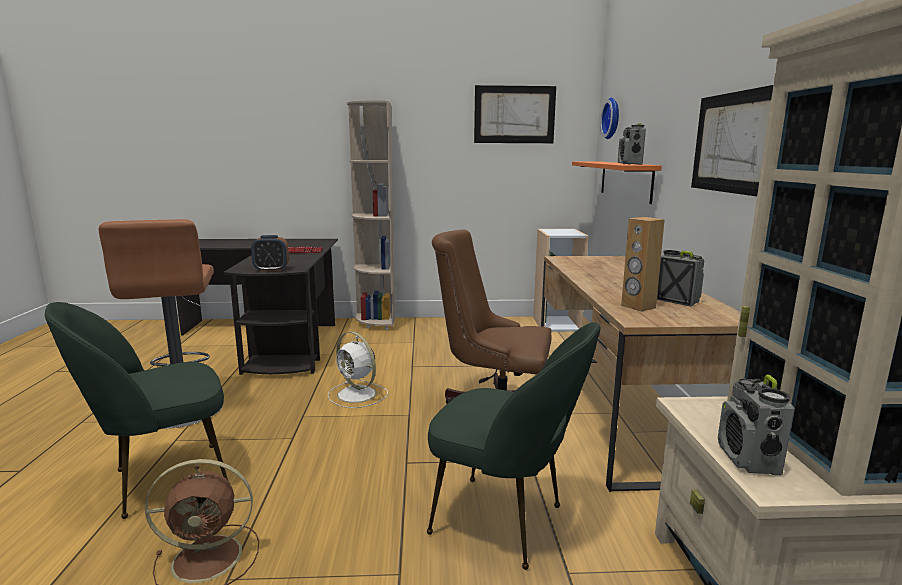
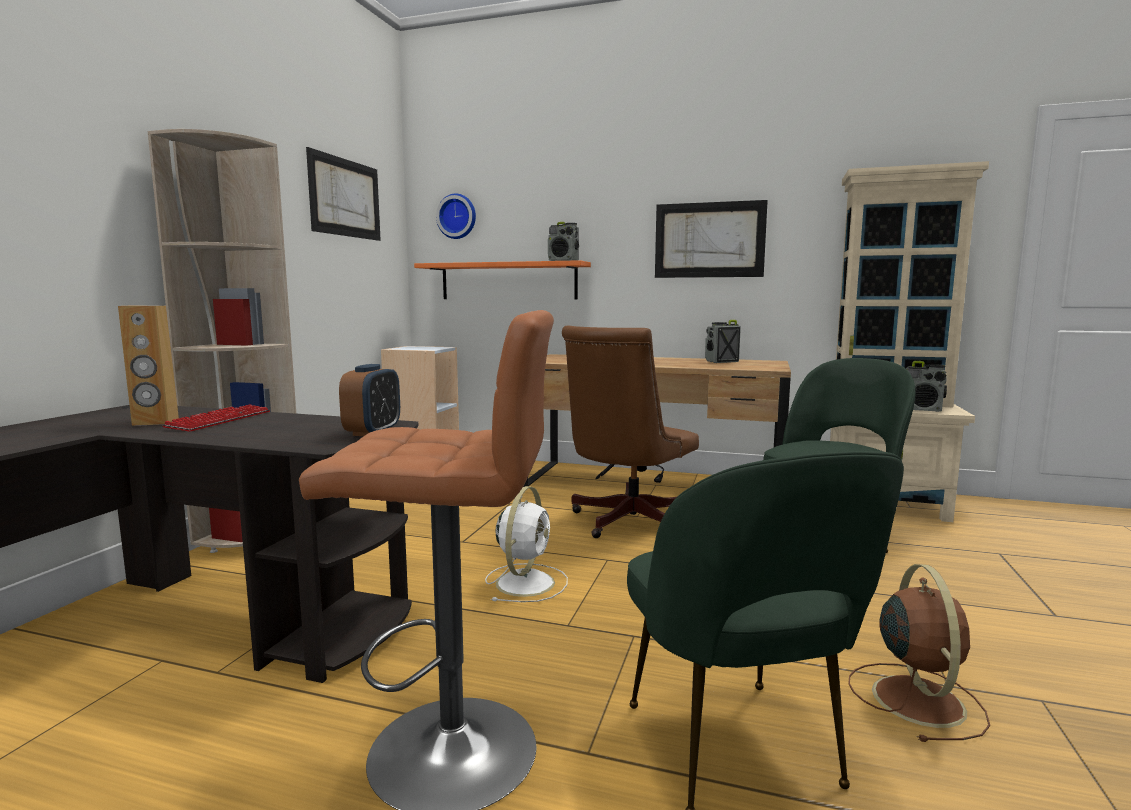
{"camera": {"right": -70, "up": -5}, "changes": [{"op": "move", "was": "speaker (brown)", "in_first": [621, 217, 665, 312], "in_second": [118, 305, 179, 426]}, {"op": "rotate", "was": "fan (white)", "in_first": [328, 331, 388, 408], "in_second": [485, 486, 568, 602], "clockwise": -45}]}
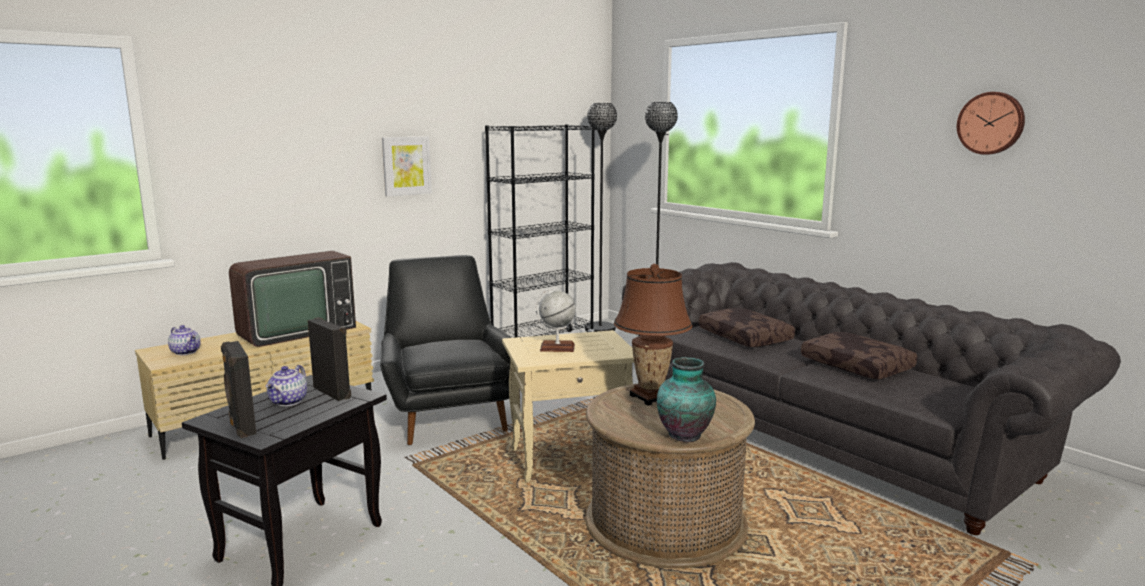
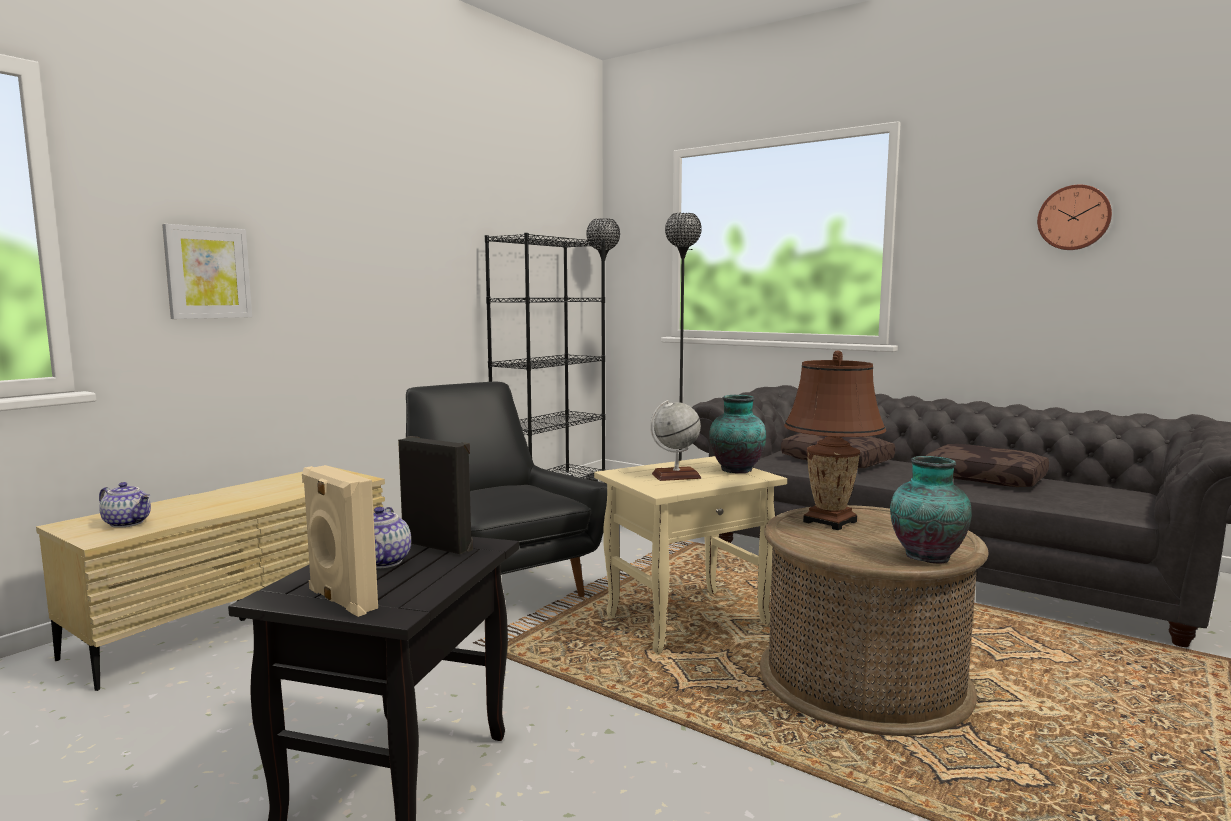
{"camera": {"right": -15, "up": -5}, "changes": [{"op": "delete", "was": "television", "in_first": [229, 251, 356, 347]}, {"op": "insert", "now": "vase", "in_second": [709, 395, 766, 473]}, {"op": "move", "was": "picture", "in_first": [382, 136, 432, 197], "in_second": [162, 224, 252, 319]}, {"op": "recolor", "was": "speaker (black)", "now": "speaker (beige)", "in_first": [221, 341, 256, 438], "in_second": [302, 465, 378, 617]}]}
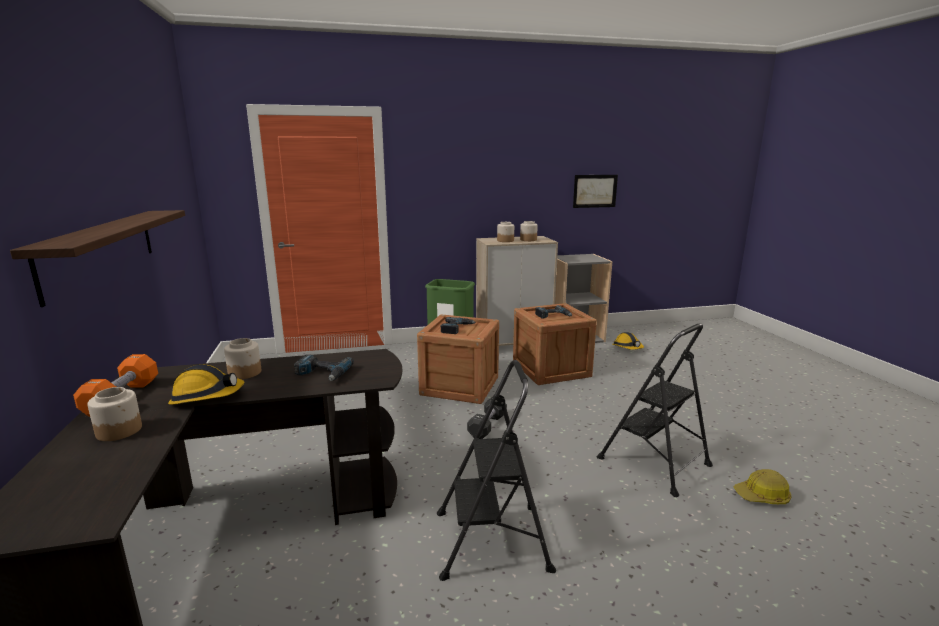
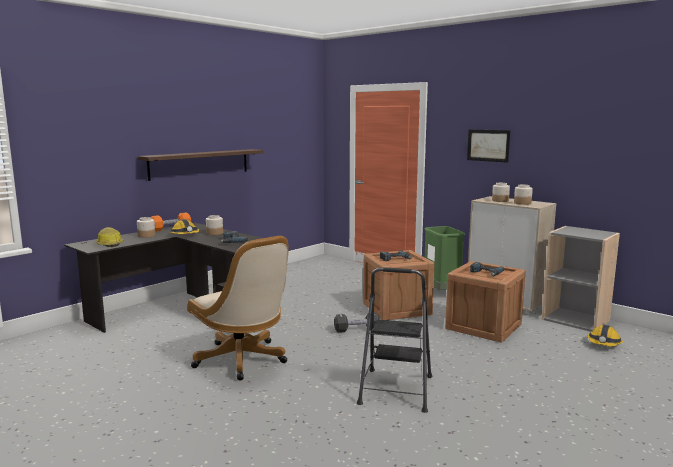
{"camera": {"right": 55, "up": -5}, "changes": [{"op": "move", "was": "picture", "in_first": [573, 175, 618, 208], "in_second": [467, 129, 510, 163]}, {"op": "move", "was": "hard hat", "in_first": [734, 469, 792, 504], "in_second": [96, 227, 123, 247]}, {"op": "replace", "was": "step ladder (black)", "now": "office chair", "in_first": [437, 360, 556, 581], "in_second": [187, 236, 288, 380]}]}
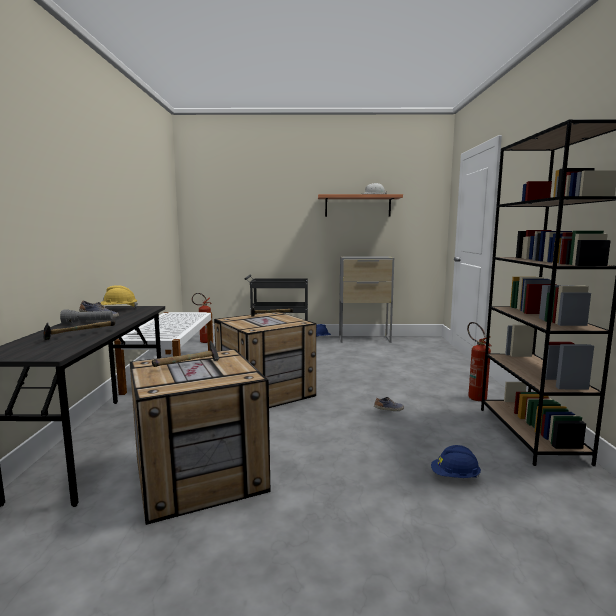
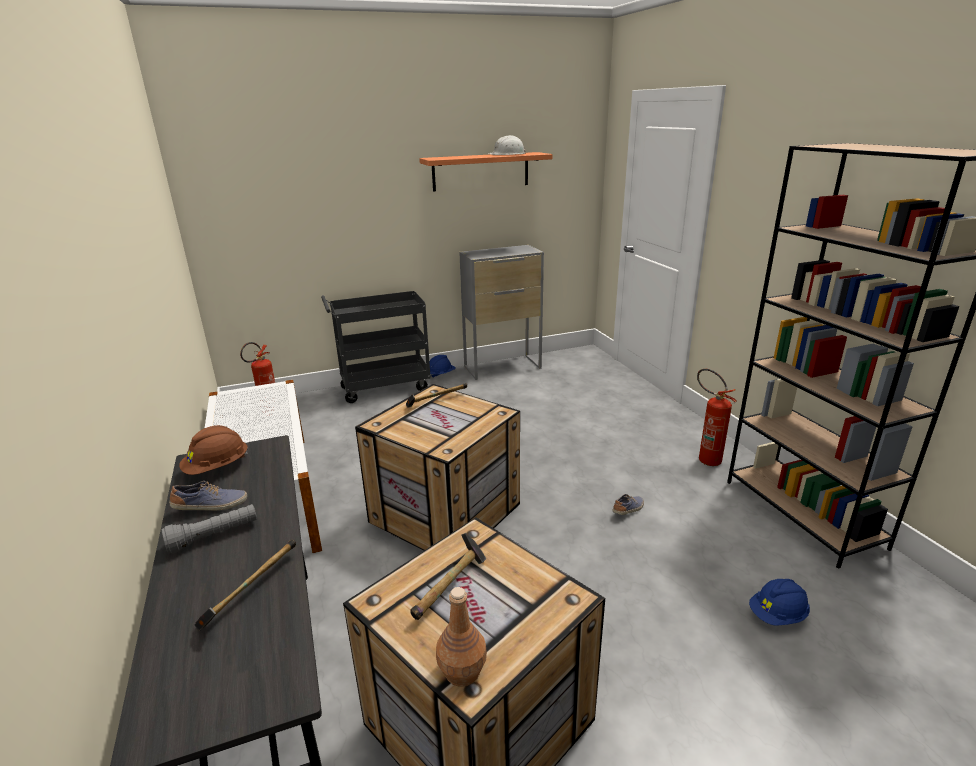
{"camera": {"right": -20, "up": 15}, "changes": [{"op": "insert", "now": "bottle (brown)", "in_second": [436, 587, 487, 687]}, {"op": "recolor", "was": "hard hat (yellow)", "now": "hard hat (brown)", "in_first": [100, 285, 138, 308], "in_second": [179, 425, 248, 475]}]}
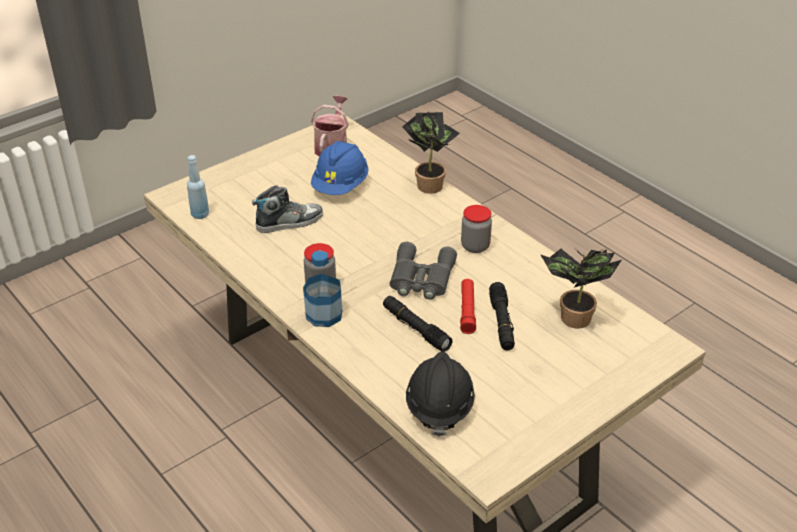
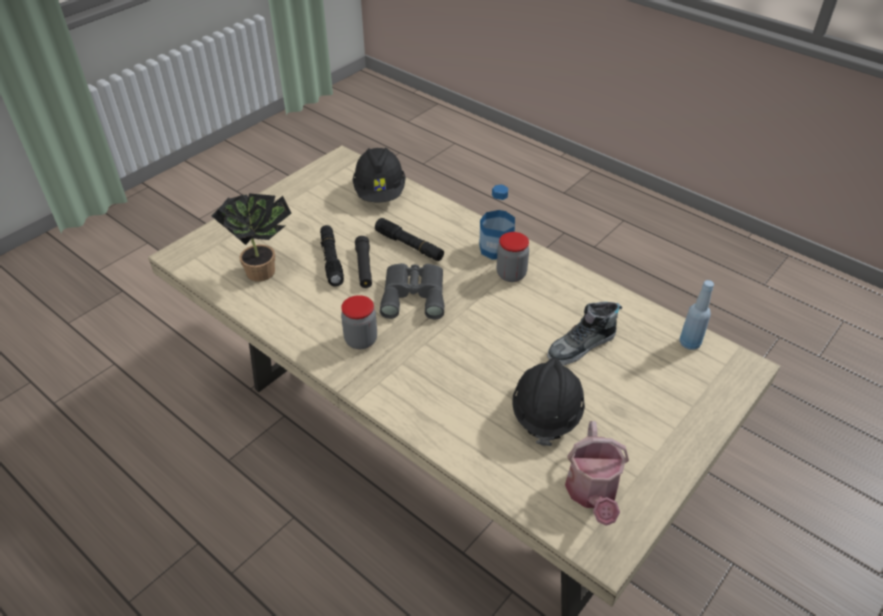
{"camera": {"right": 170, "up": 5}, "changes": [{"op": "delete", "was": "potted plant", "in_first": [402, 112, 460, 194]}, {"op": "recolor", "was": "hard hat (blue)", "now": "hard hat (black)", "in_first": [311, 141, 369, 195], "in_second": [512, 358, 585, 446]}, {"op": "recolor", "was": "flashlight (red)", "now": "flashlight (black)", "in_first": [460, 279, 476, 334], "in_second": [355, 236, 372, 288]}]}
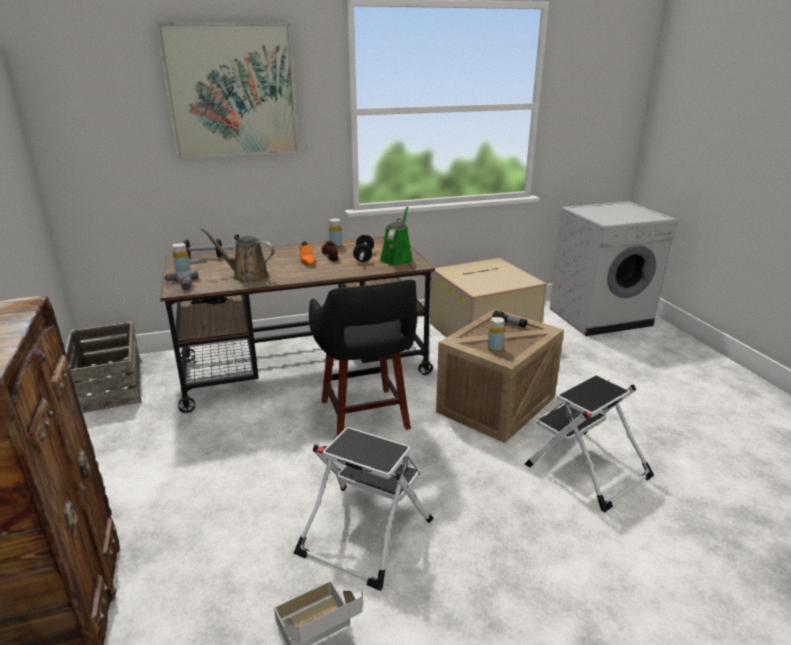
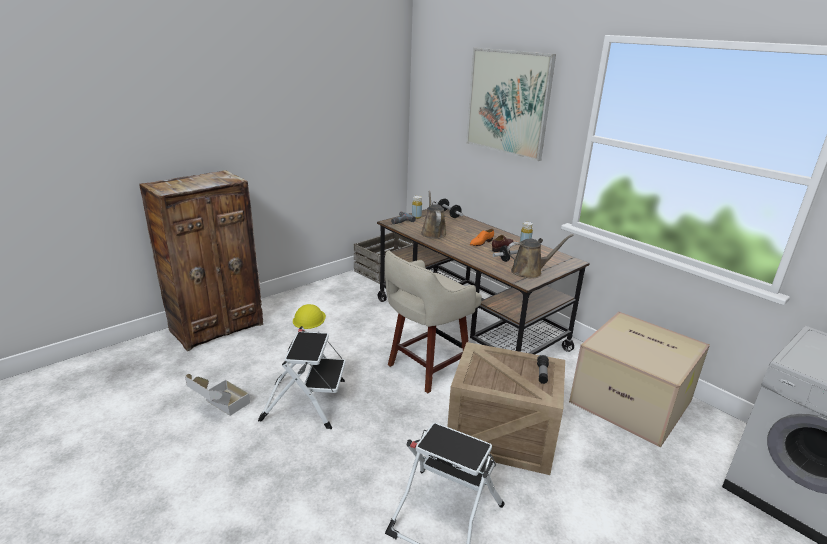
{"camera": {"right": 65, "up": 0}, "changes": [{"op": "delete", "was": "bottle (yellow)", "in_first": [488, 317, 505, 352]}, {"op": "insert", "now": "hard hat (yellow)", "in_second": [293, 304, 326, 329]}, {"op": "recolor", "was": "stool (black)", "now": "stool (beige)", "in_first": [309, 280, 417, 435], "in_second": [385, 250, 482, 393]}, {"op": "recolor", "was": "watering can (green)", "now": "watering can (brown)", "in_first": [380, 207, 413, 265], "in_second": [507, 234, 573, 279]}]}
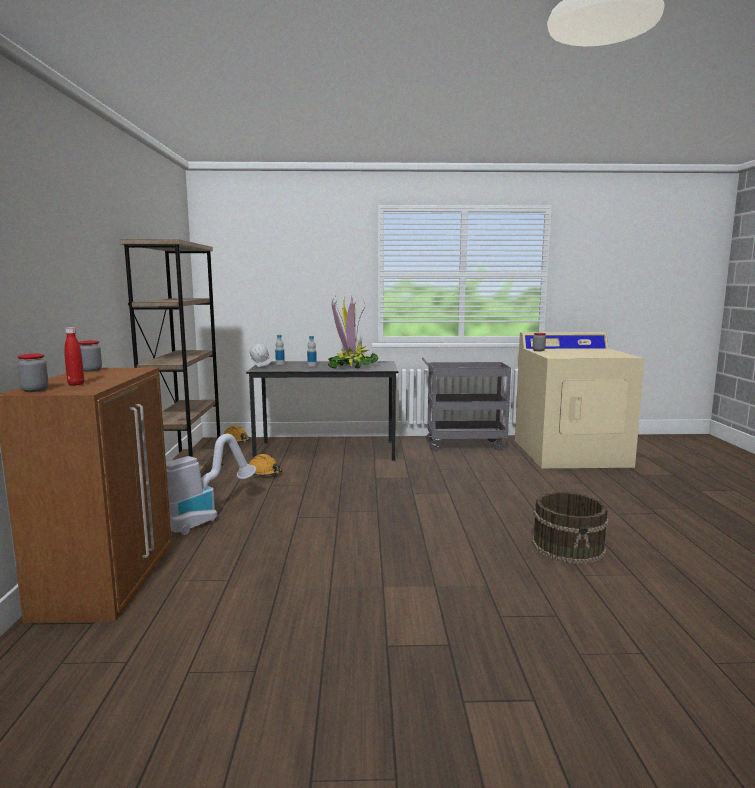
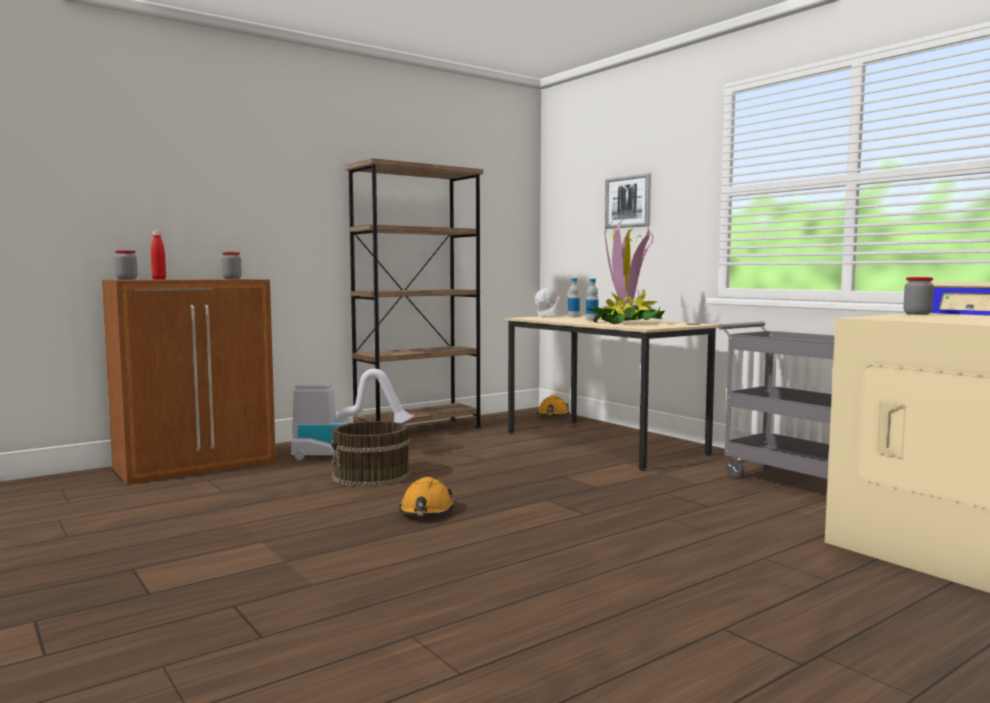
{"camera": {"right": 55, "up": -5}, "changes": [{"op": "insert", "now": "picture", "in_second": [605, 173, 651, 229]}, {"op": "move", "was": "hard hat (orange)", "in_first": [249, 454, 282, 476], "in_second": [399, 477, 454, 516]}, {"op": "move", "was": "bucket (brown)", "in_first": [532, 492, 609, 564], "in_second": [331, 421, 410, 487]}, {"op": "recolor", "was": "desk (black)", "now": "desk (beige)", "in_first": [246, 361, 398, 461], "in_second": [505, 315, 718, 471]}]}
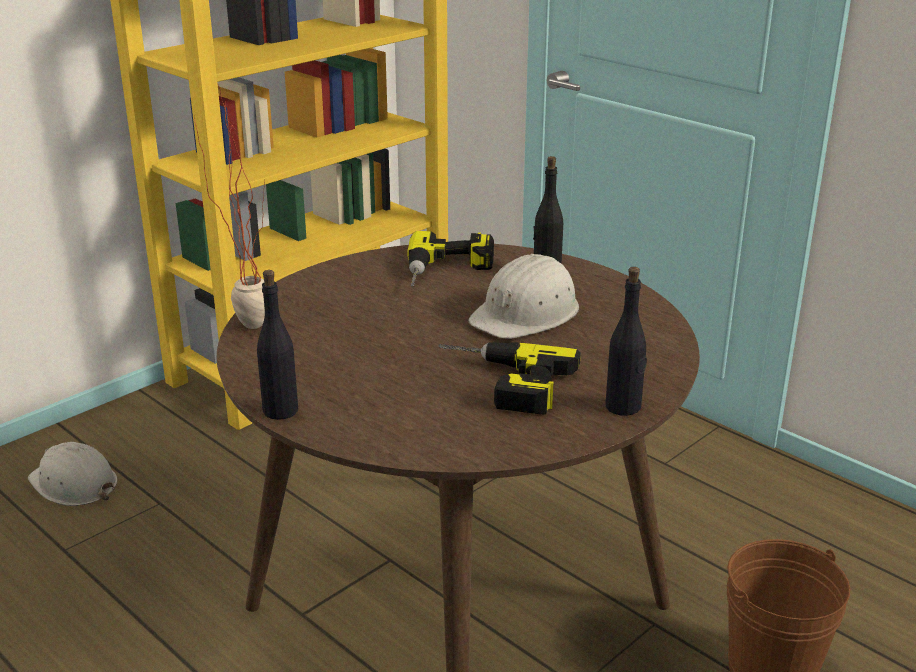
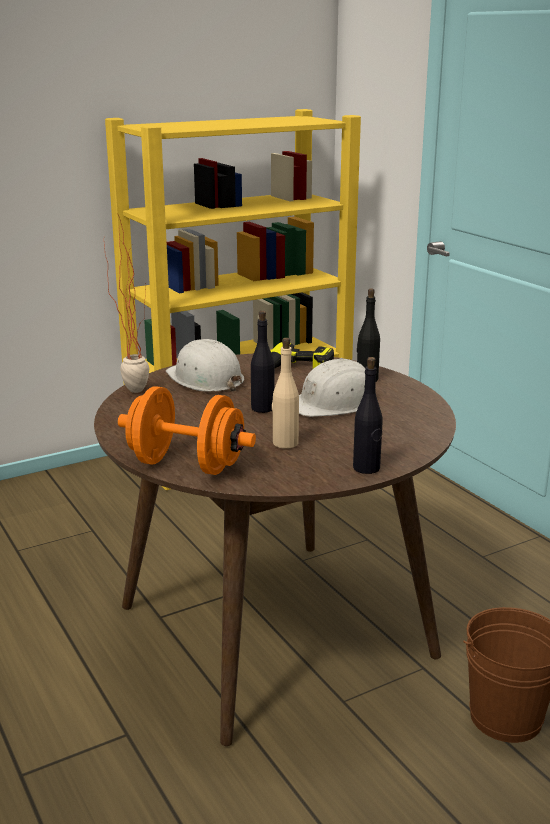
{"camera": {"right": 15, "up": -5}, "changes": [{"op": "insert", "now": "dumbbell (orange)", "in_second": [118, 386, 256, 475]}, {"op": "move", "was": "hard hat (white)", "in_first": [28, 442, 117, 506], "in_second": [166, 339, 244, 392]}, {"op": "move", "was": "bottle (black)", "in_first": [257, 270, 298, 420], "in_second": [251, 311, 275, 413]}, {"op": "replace", "was": "power drill", "now": "bottle (beige)", "in_first": [438, 342, 581, 414], "in_second": [272, 338, 299, 449]}]}
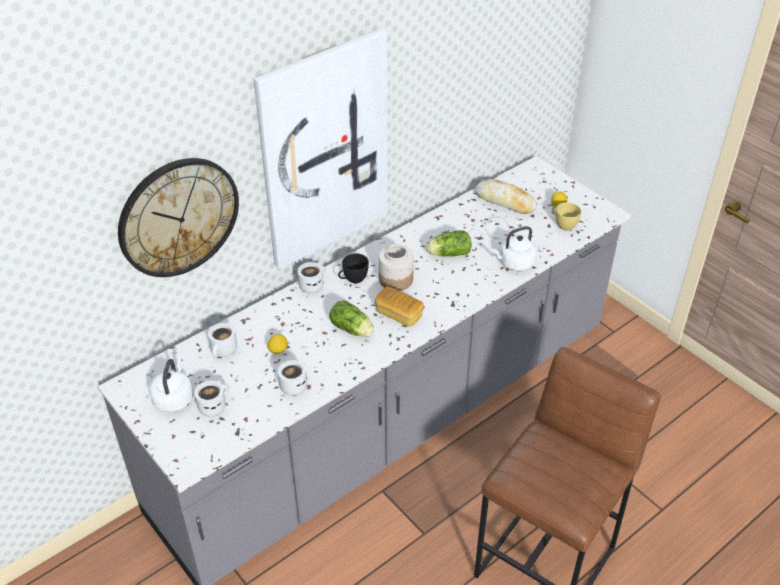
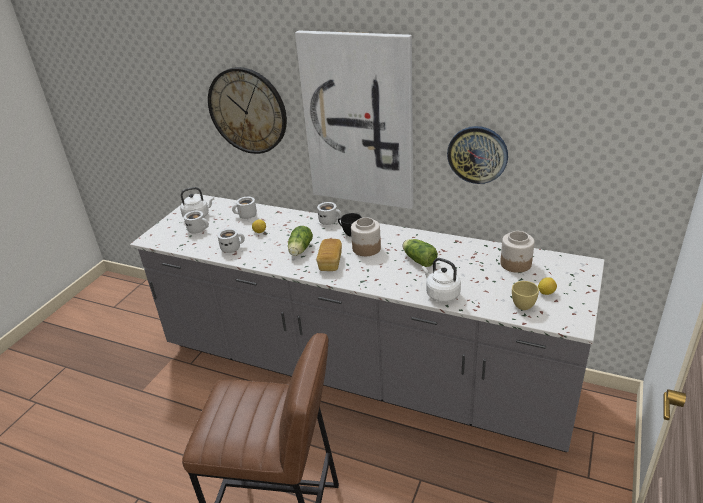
{"camera": {"right": 65, "up": -10}, "changes": [{"op": "insert", "now": "wall clock", "in_second": [447, 126, 508, 184]}, {"op": "replace", "was": "bread", "now": "jar", "in_first": [475, 179, 537, 214], "in_second": [500, 231, 534, 273]}]}
